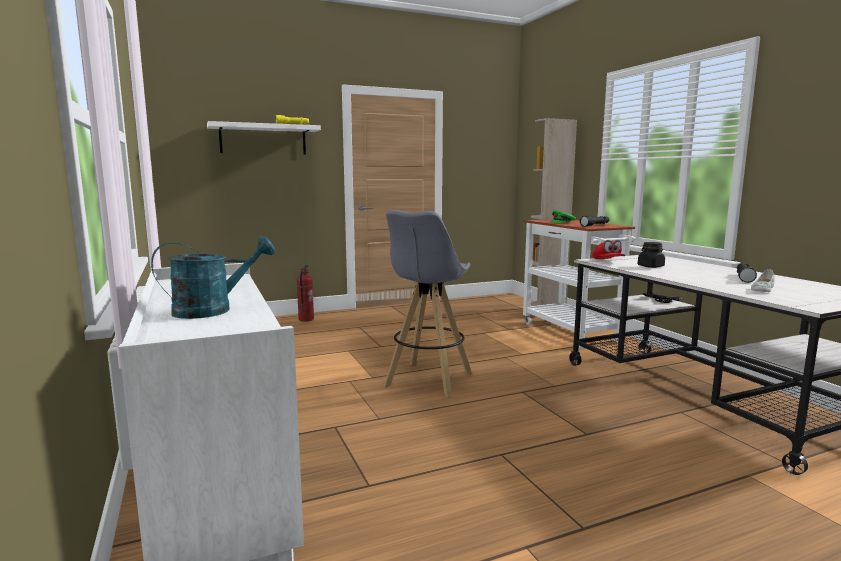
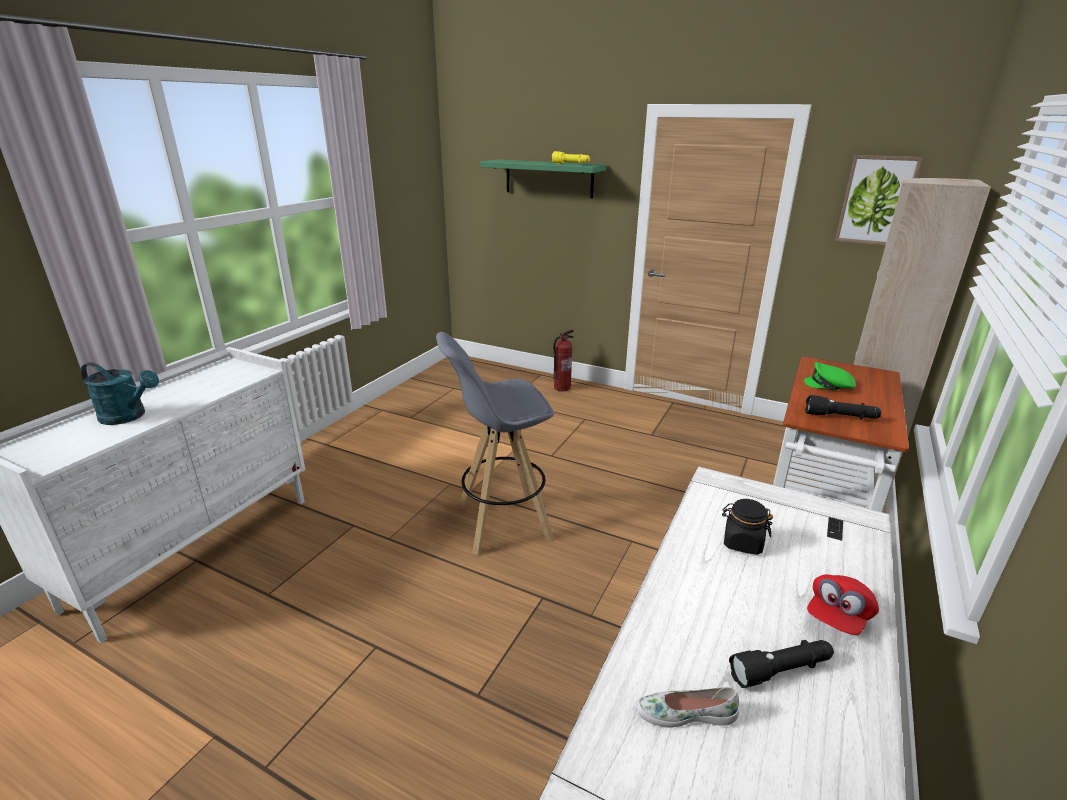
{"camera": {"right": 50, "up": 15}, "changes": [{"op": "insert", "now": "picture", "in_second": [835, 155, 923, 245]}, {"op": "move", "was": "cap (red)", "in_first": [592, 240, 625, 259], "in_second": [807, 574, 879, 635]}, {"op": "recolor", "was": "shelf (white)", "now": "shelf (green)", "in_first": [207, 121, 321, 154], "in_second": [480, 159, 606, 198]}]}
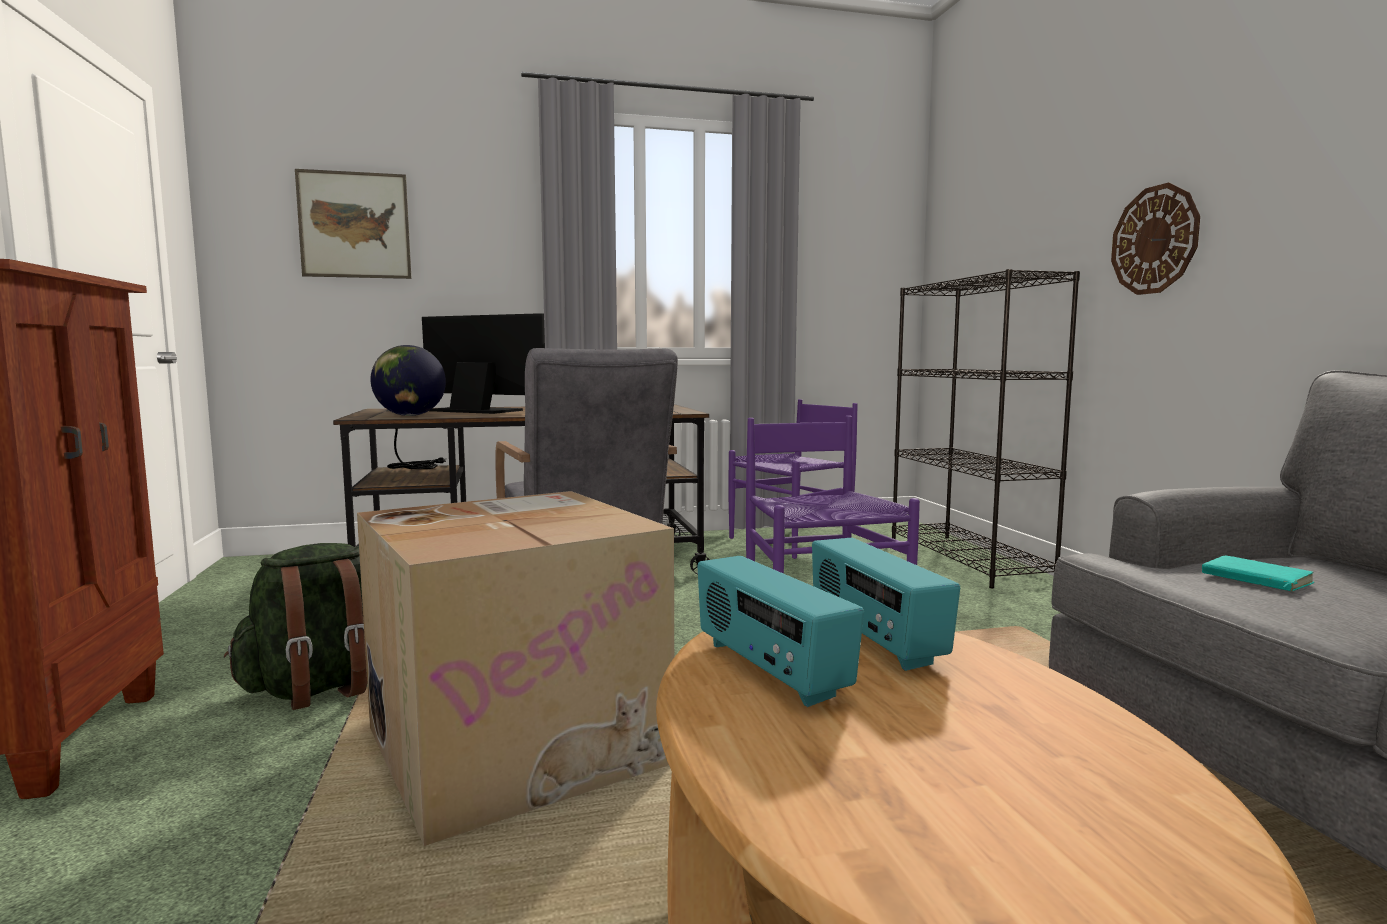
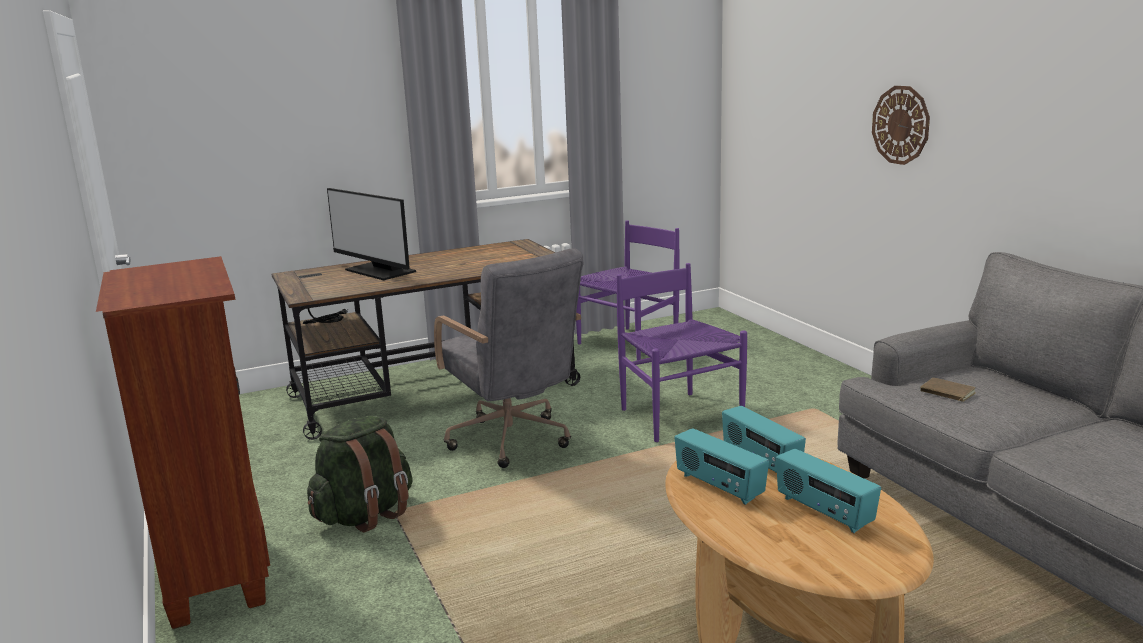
{"camera": {"right": -10, "up": 10}, "changes": [{"op": "delete", "was": "picture", "in_first": [295, 169, 412, 279]}, {"op": "delete", "was": "cardboard box", "in_first": [357, 491, 674, 846]}, {"op": "delete", "was": "globe", "in_first": [370, 345, 446, 416]}, {"op": "delete", "was": "bookcase (black)", "in_first": [892, 269, 1080, 588]}, {"op": "insert", "now": "radio", "in_second": [776, 449, 881, 533]}, {"op": "recolor", "was": "book (turquoise)", "now": "book (brown)", "in_first": [1202, 556, 1315, 592], "in_second": [920, 378, 976, 402]}, {"op": "rotate", "was": "monitor", "in_first": [422, 313, 545, 414], "in_second": [327, 188, 416, 280], "clockwise": -150}]}
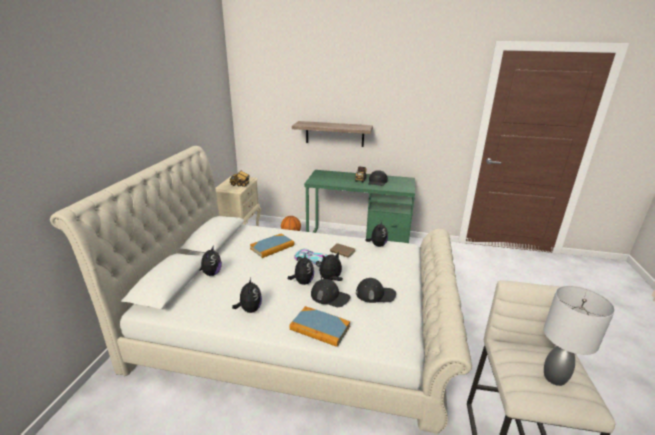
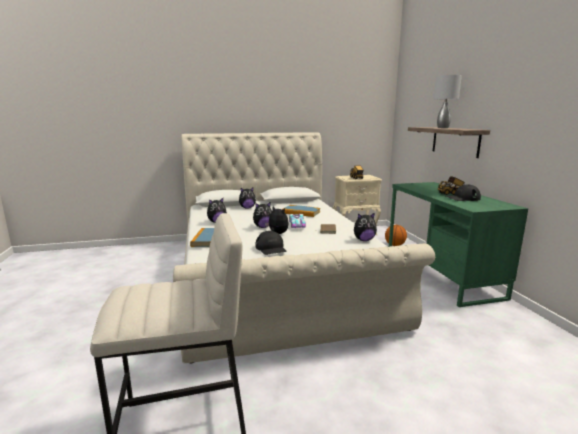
{"camera": {"right": 65, "up": -10}, "changes": [{"op": "delete", "was": "cap (black)", "in_first": [311, 279, 350, 307]}, {"op": "move", "was": "table lamp (grey)", "in_first": [544, 286, 615, 386], "in_second": [434, 75, 462, 128]}]}
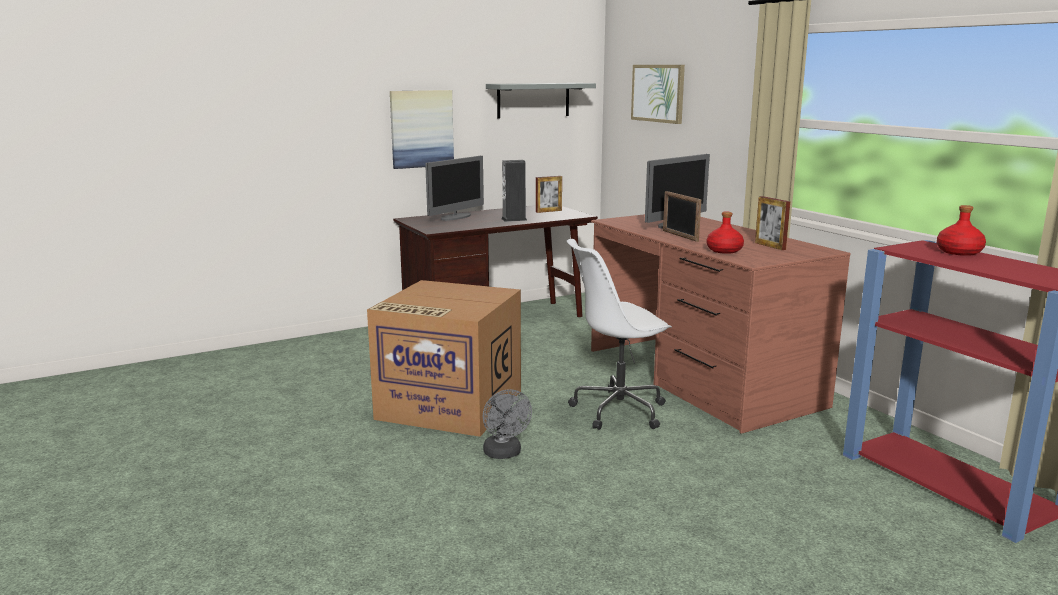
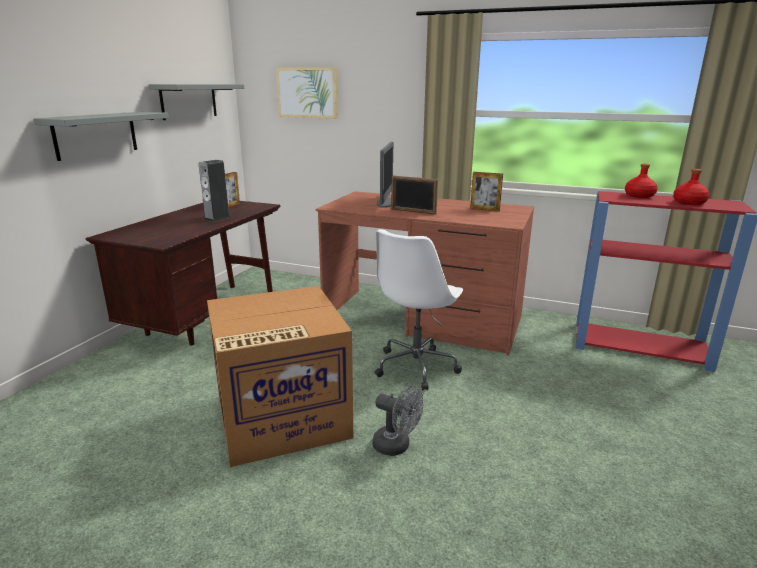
{"camera": {"right": -40, "up": 5}, "changes": [{"op": "delete", "was": "monitor", "in_first": [425, 156, 484, 221]}, {"op": "move", "was": "bottle (red)", "in_first": [707, 211, 744, 254], "in_second": [673, 169, 709, 205]}, {"op": "replace", "was": "picture", "now": "shelf (grey)", "in_first": [390, 90, 454, 169], "in_second": [33, 112, 169, 161]}]}
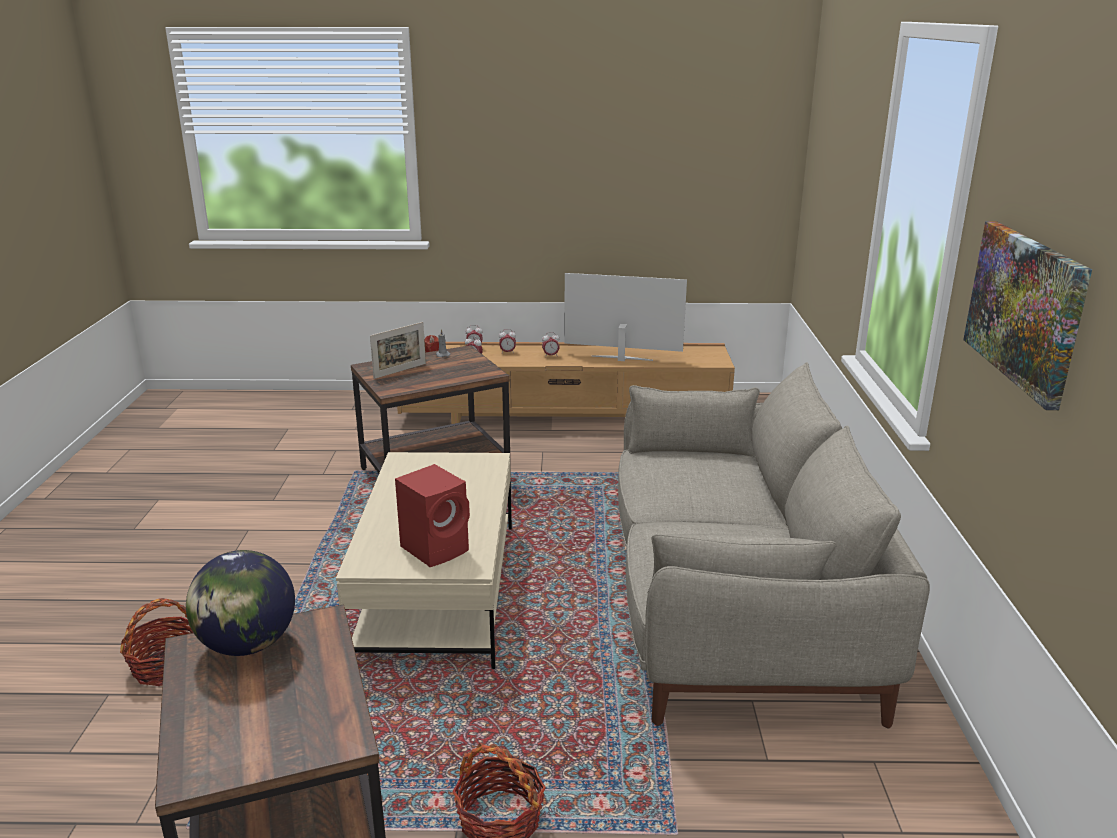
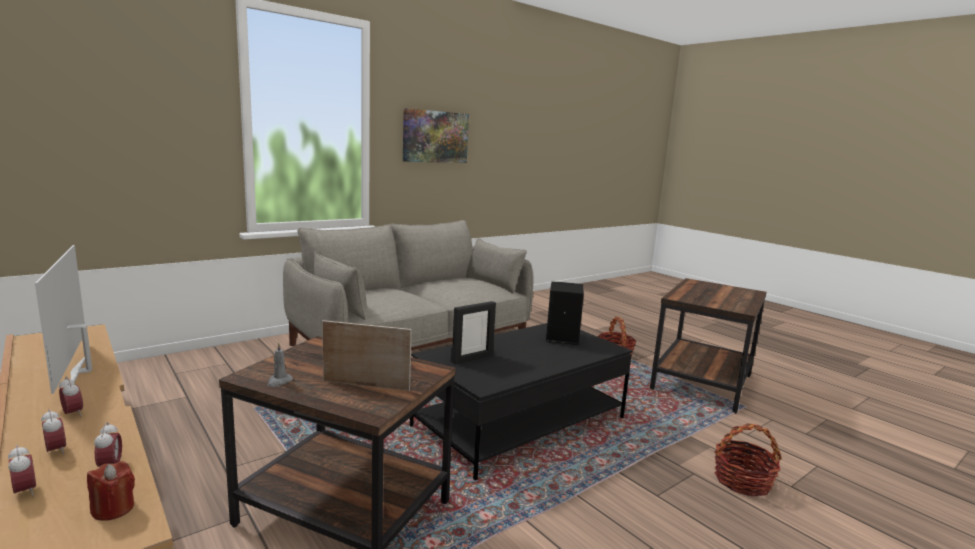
{"camera": {"right": -130, "up": -10}, "changes": [{"op": "delete", "was": "globe", "in_first": [186, 550, 295, 656]}, {"op": "insert", "now": "picture frame", "in_second": [451, 301, 496, 365]}, {"op": "recolor", "was": "coffee table (beige)", "now": "coffee table (black)", "in_first": [336, 452, 512, 669], "in_second": [410, 323, 632, 480]}, {"op": "recolor", "was": "speaker (red)", "now": "speaker (black)", "in_first": [395, 464, 470, 567], "in_second": [546, 282, 584, 345]}]}
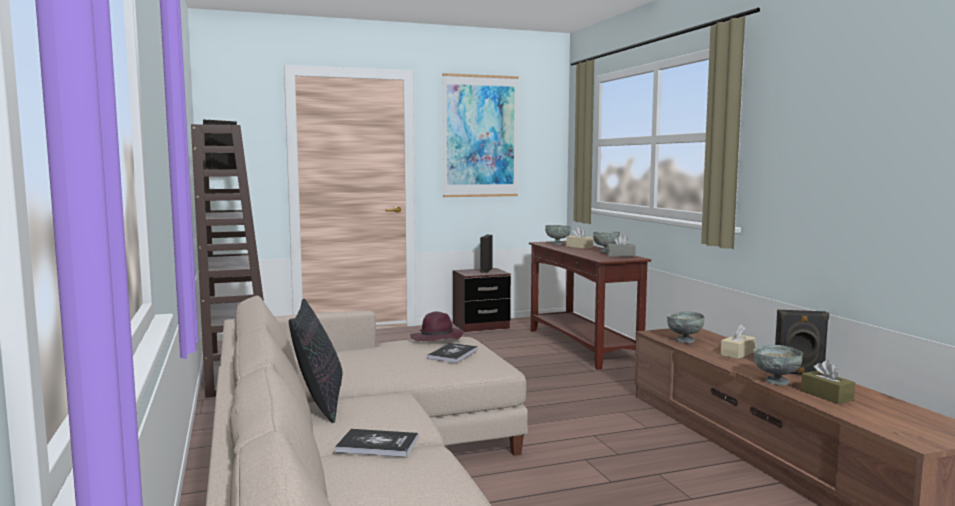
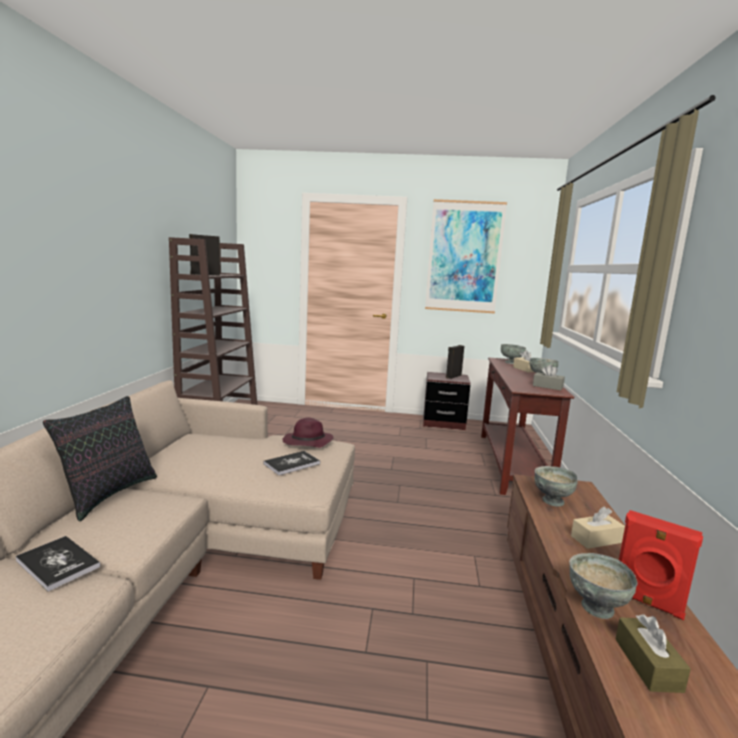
{"camera": {"right": 25, "up": 5}, "changes": [{"op": "recolor", "was": "speaker (black)", "now": "speaker (red)", "in_first": [775, 310, 829, 374], "in_second": [619, 510, 703, 620]}]}
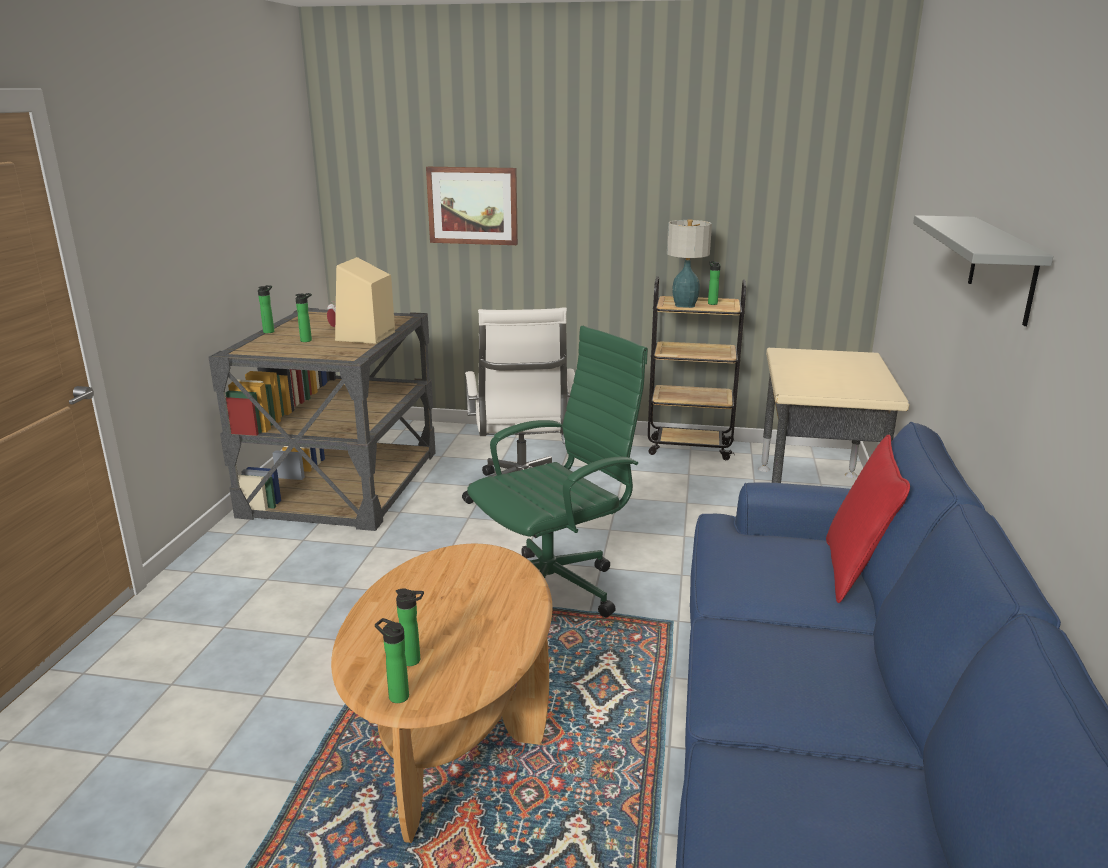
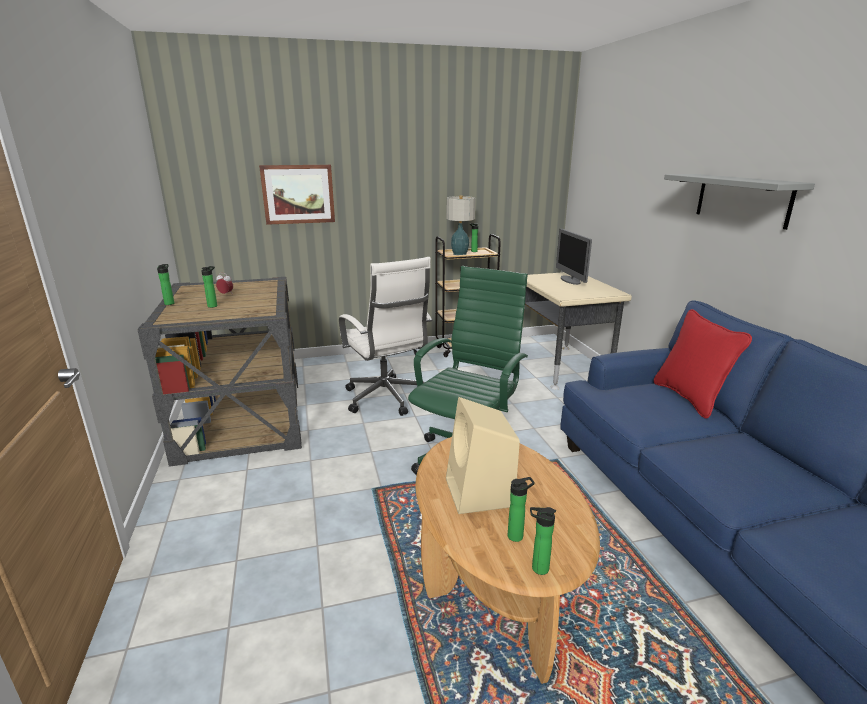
{"camera": {"right": -25, "up": 0}, "changes": [{"op": "insert", "now": "monitor", "in_second": [556, 229, 592, 285]}, {"op": "move", "was": "speaker (beige)", "in_first": [335, 257, 395, 344], "in_second": [446, 397, 520, 514]}]}
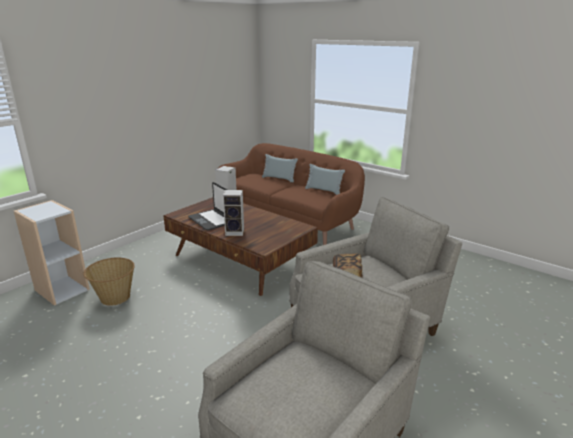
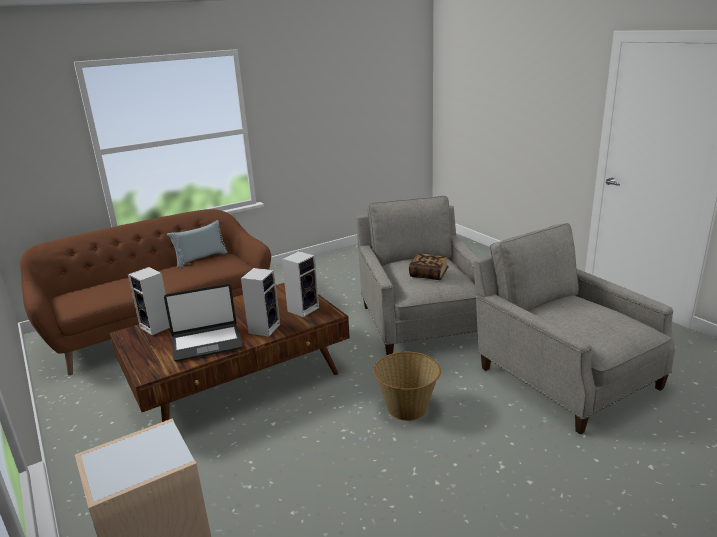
{"camera": {"right": -70, "up": 0}, "changes": [{"op": "delete", "was": "pillow (blue)", "in_first": [262, 154, 298, 182]}, {"op": "insert", "now": "speaker", "in_second": [282, 251, 319, 317]}, {"op": "move", "was": "basket", "in_first": [84, 257, 135, 306], "in_second": [373, 352, 441, 421]}]}
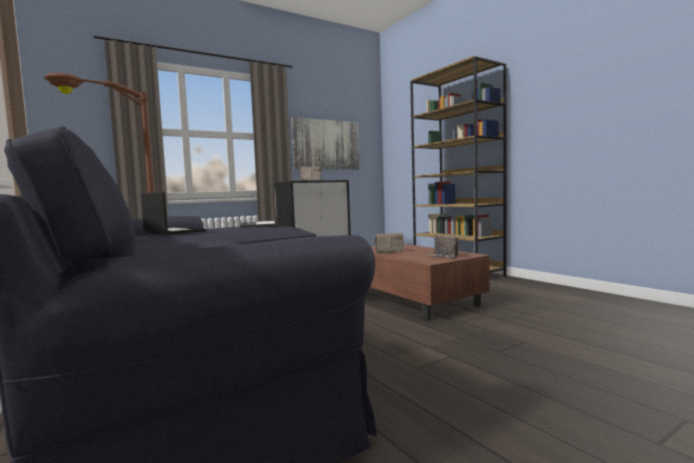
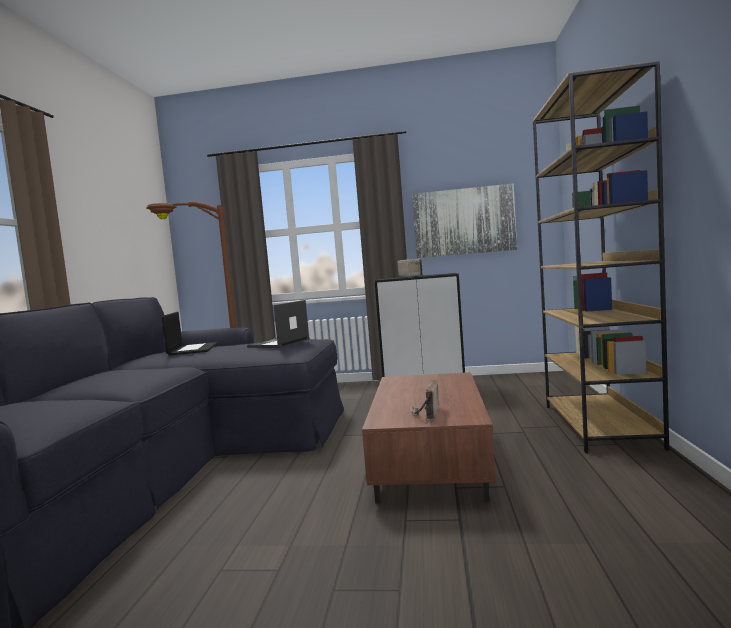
{"camera": {"right": 40, "up": 0}, "changes": [{"op": "delete", "was": "radio", "in_first": [375, 233, 404, 253]}]}
